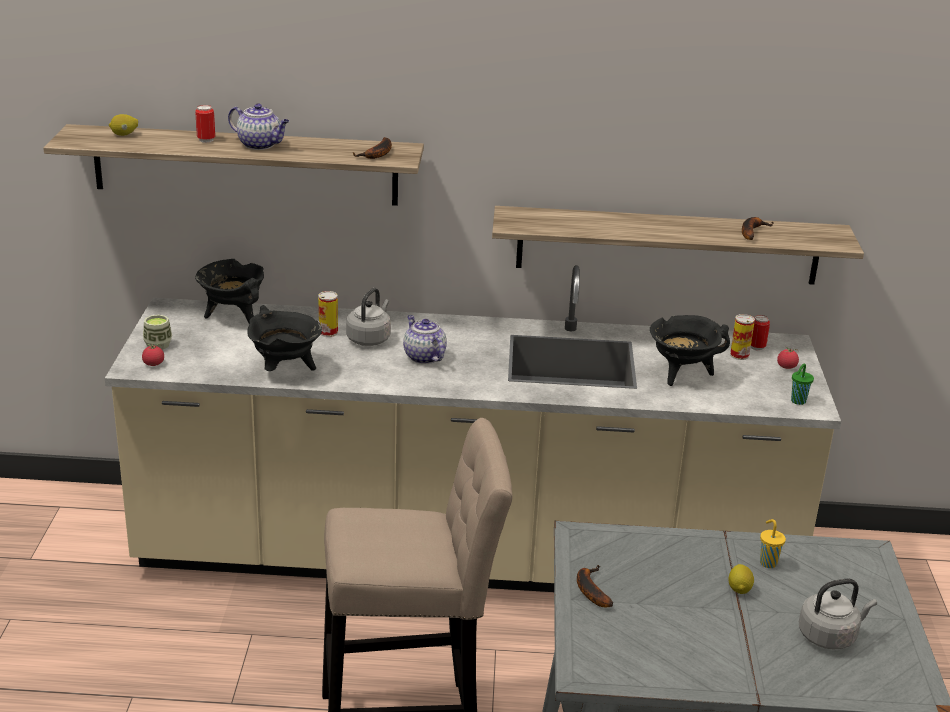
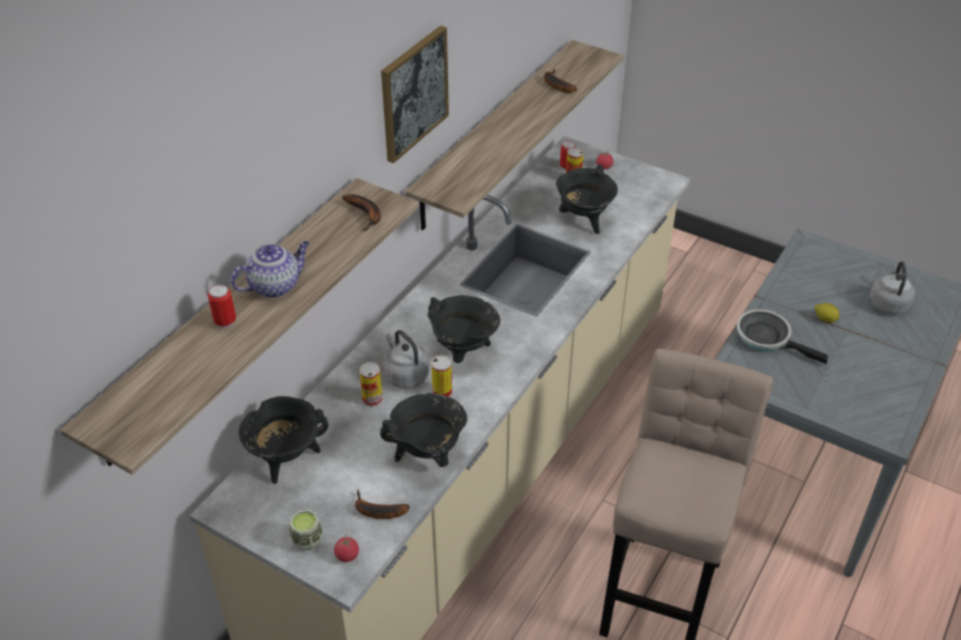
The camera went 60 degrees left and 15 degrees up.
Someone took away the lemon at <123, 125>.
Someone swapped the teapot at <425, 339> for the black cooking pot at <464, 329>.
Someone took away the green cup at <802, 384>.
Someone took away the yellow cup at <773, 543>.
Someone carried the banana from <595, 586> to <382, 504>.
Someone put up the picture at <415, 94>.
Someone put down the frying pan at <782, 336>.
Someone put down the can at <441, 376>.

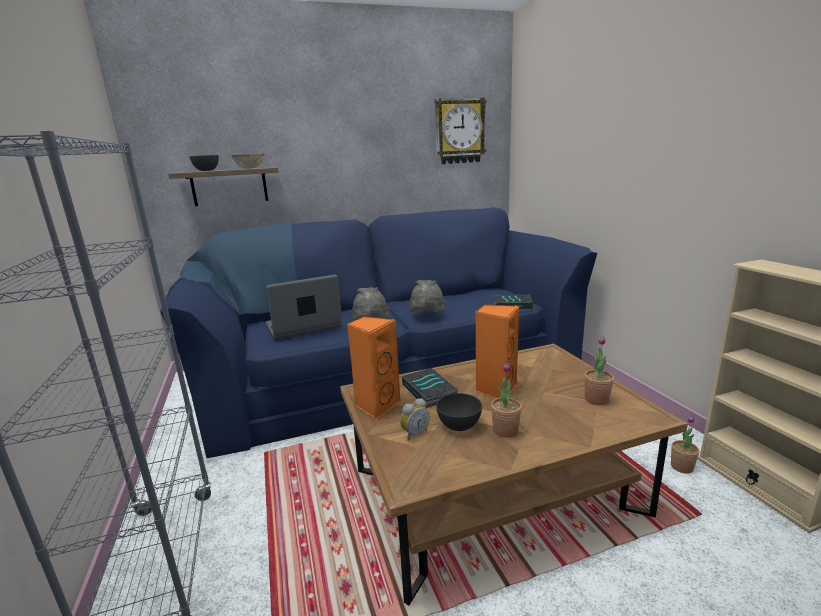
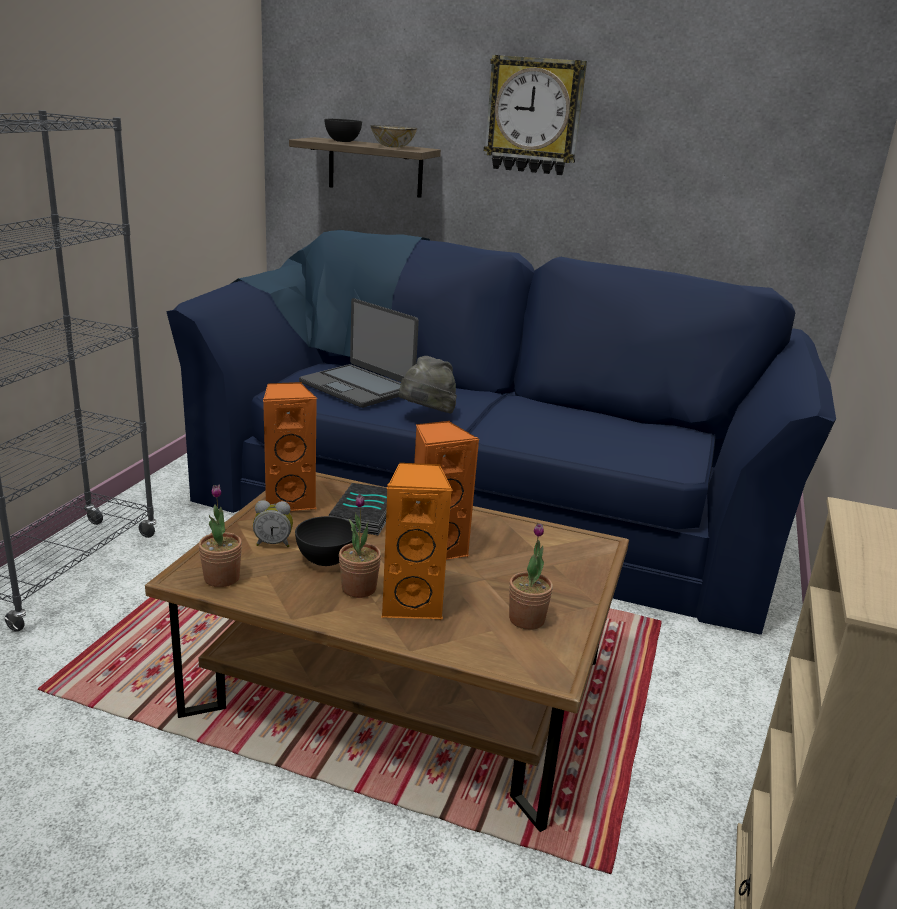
The camera went 35 degrees right and 5 degrees up.
Someone carried the wall clock from <461, 131> to <535, 115>.
Someone rotated the laptop at <304, 307> by 150 degrees counterclockwise.
Someone took away the grey hat at <428, 296>.
Someone took away the book at <512, 302>.
Someone carried the potted plant from <685, 444> to <220, 536>.
Someone put down the orange speaker at <417, 541>.

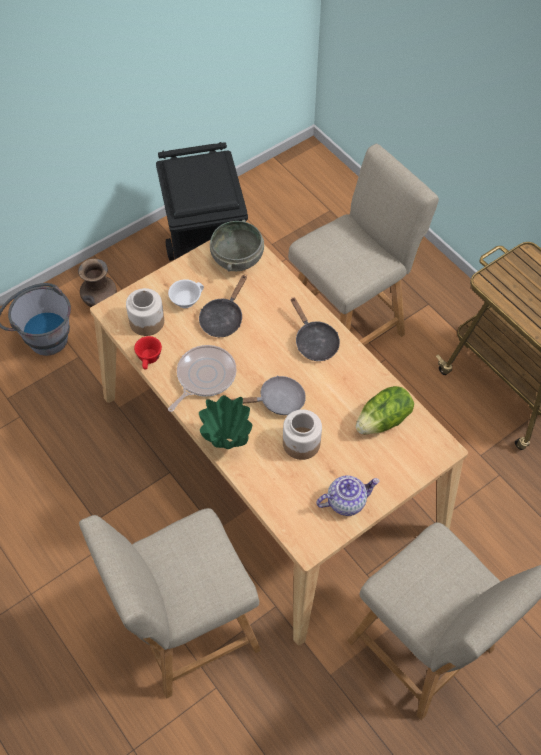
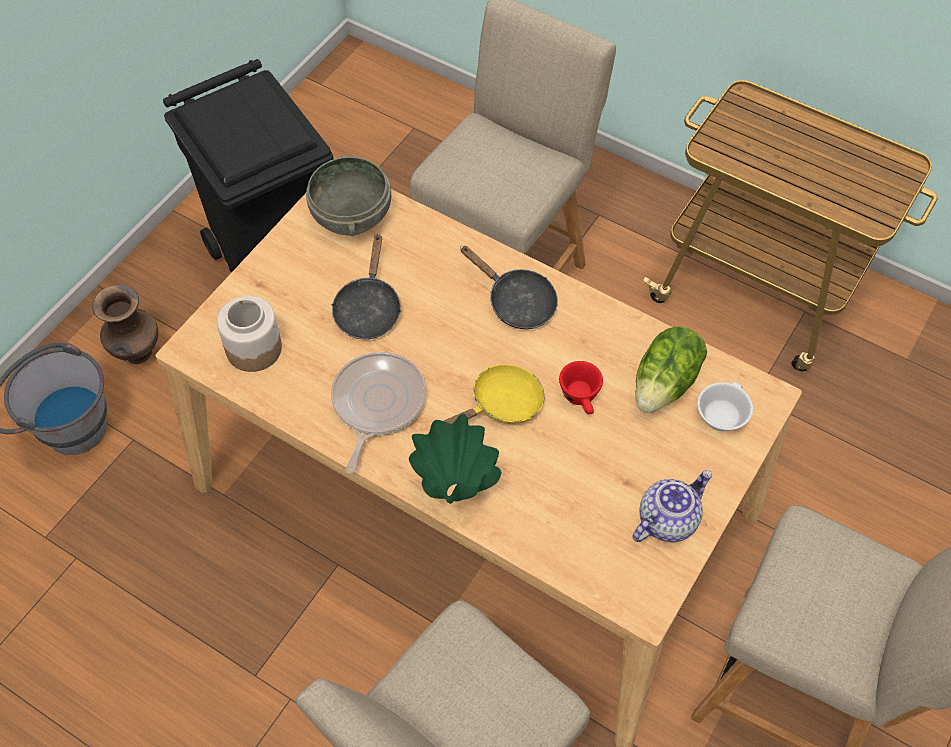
The camera went 20 degrees left and 0 degrees up.
Someone carried the white cup from <186, 293> to <725, 407>.
Someone carried the red cup from <148, 352> to <581, 387>.
Someone repainted the grey frying pan at <268, 395>, which became the yellow frying pan at <494, 394>.
Someone took away the jar at <302, 435>.

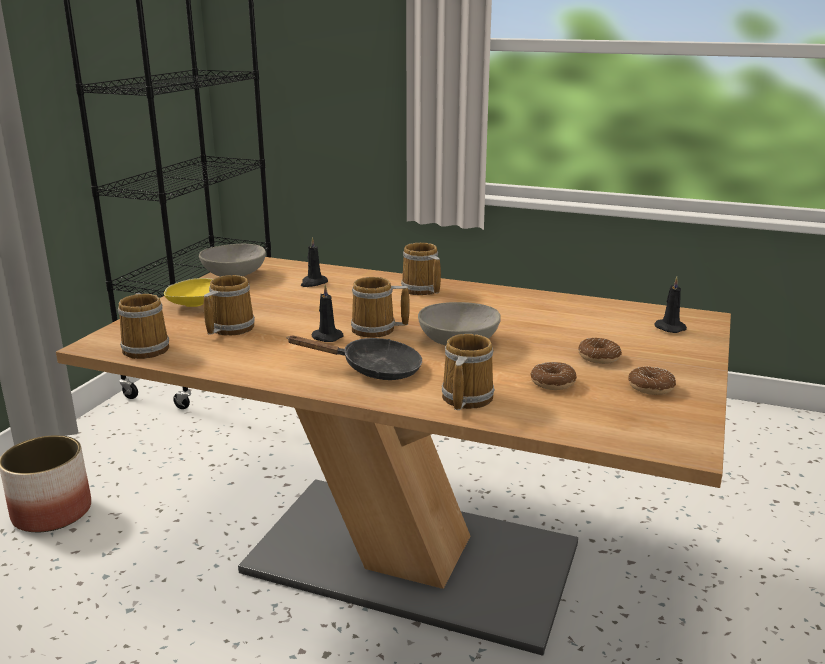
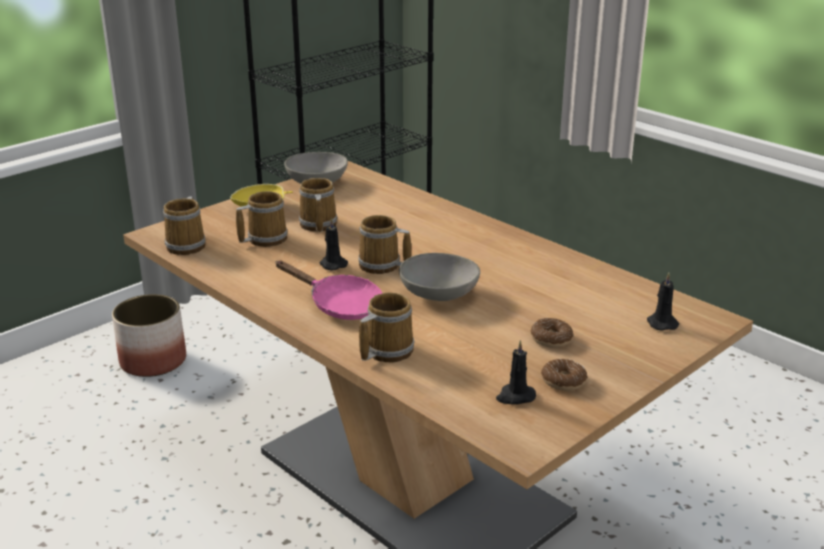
The camera went 25 degrees right and 5 degrees up.
Someone carried the black candle from <314, 262> to <516, 372>.
Someone carried the mug from <421, 269> to <318, 205>.
Someone repainted the black frying pan at <354, 357>, which became the pink frying pan at <328, 290>.
Someone took away the donut at <554, 376>.

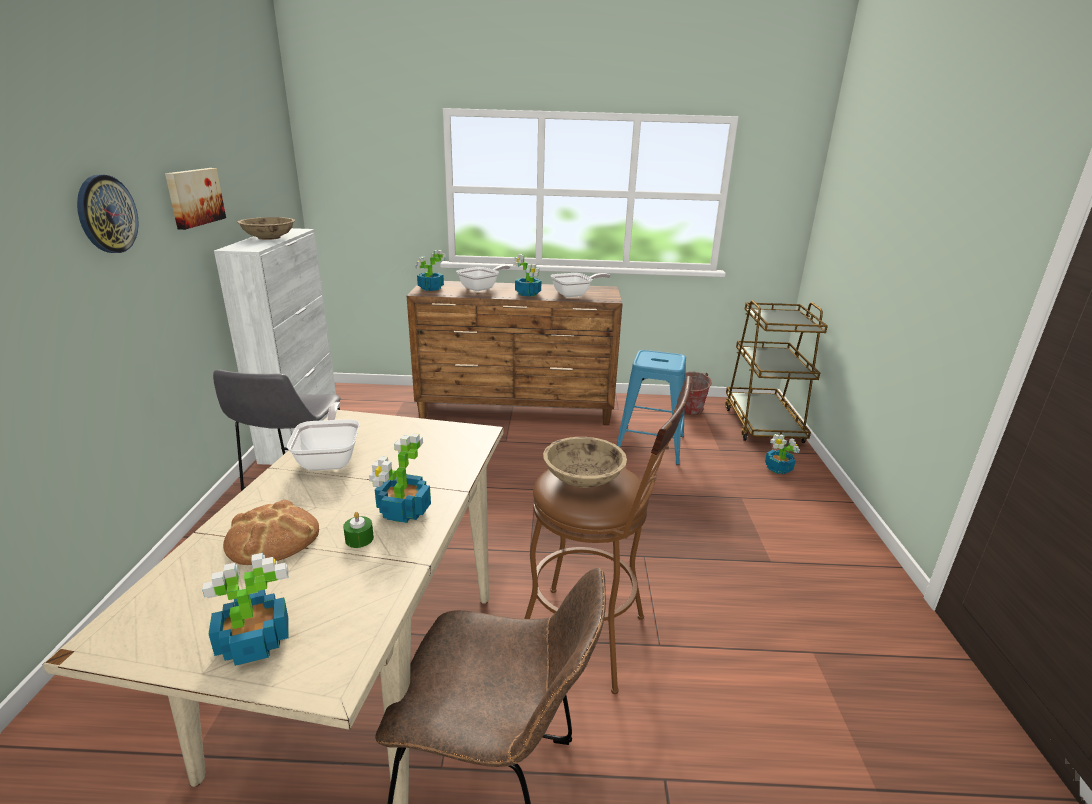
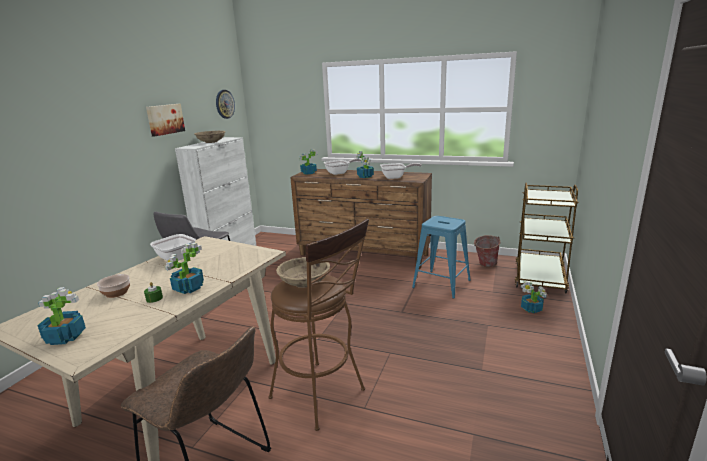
The camera went 20 degrees right and 5 degrees down.
Someone carried the wall clock from <108, 214> to <225, 104>.
Someone rotated the frying pan at <323, 436> by 120 degrees clockwise.
Someone swapped the bread at <271, 532> for the bowl at <113, 286>.

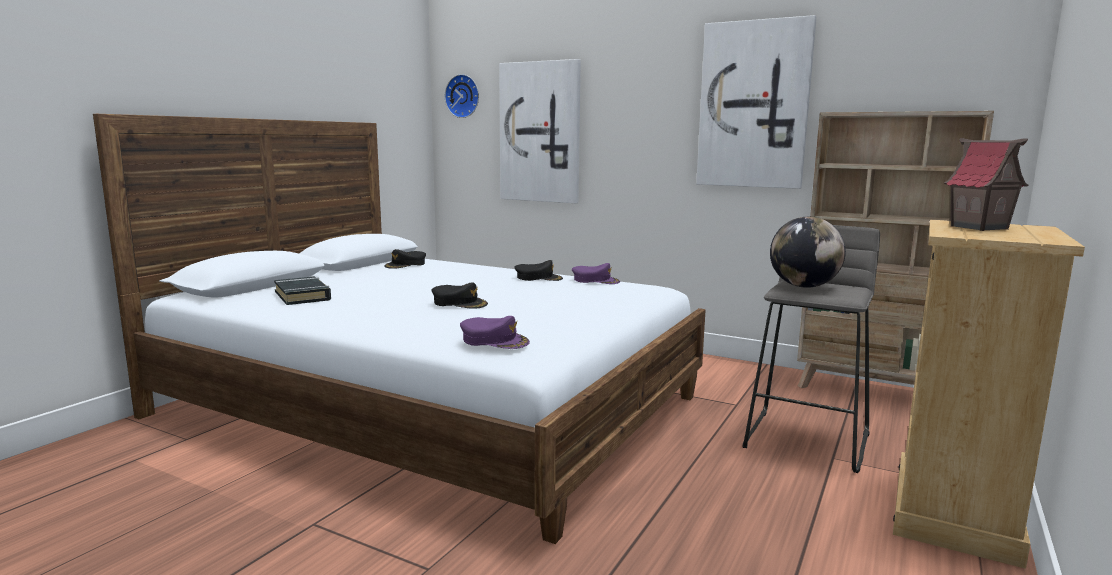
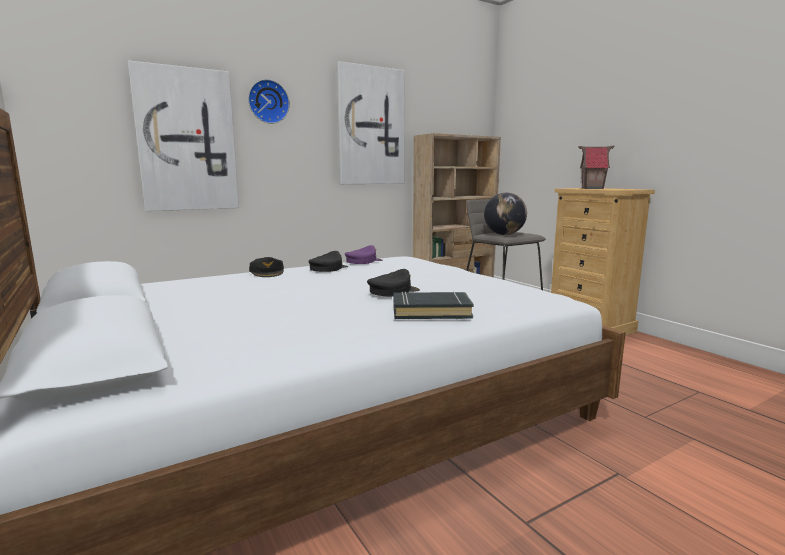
The camera went 60 degrees left and 0 degrees up.
Someone carried the wall clock from <462, 96> to <269, 101>.
Someone carried the black cap from <405, 259> to <266, 267>.
Someone carried the black book from <302, 291> to <433, 305>.
Someone took away the purple cap at <495, 332>.

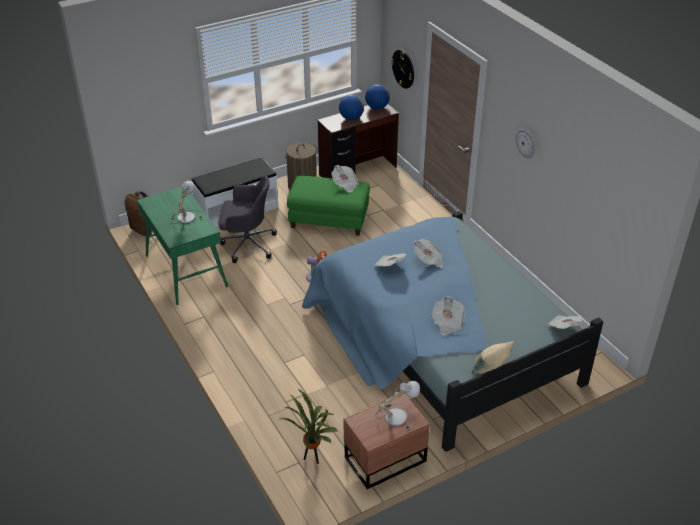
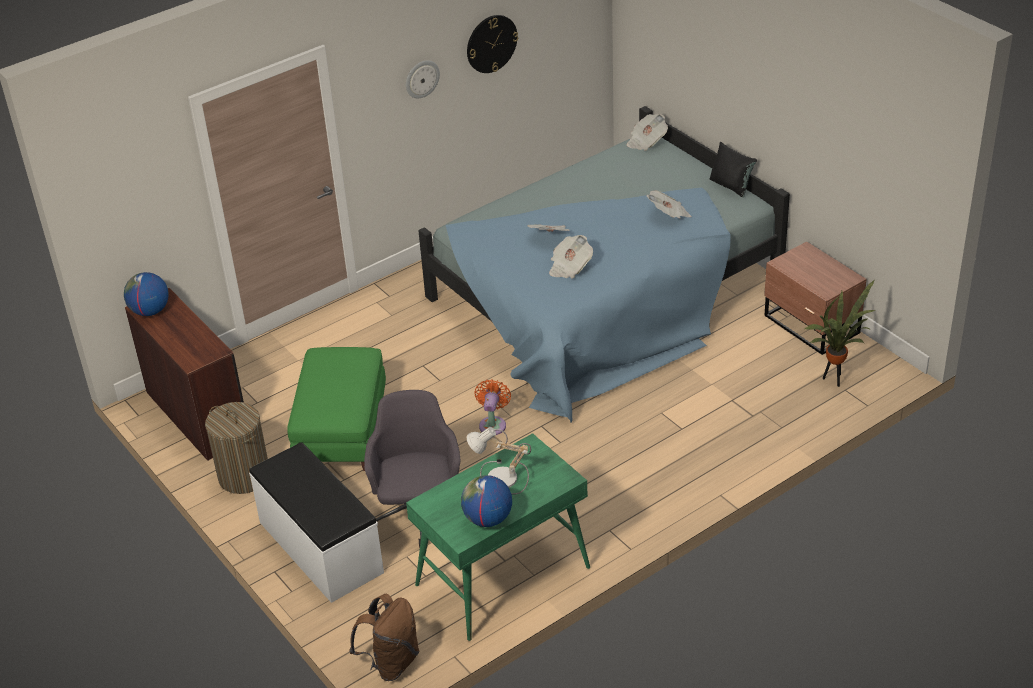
The camera went 95 degrees left and 0 degrees up.
Someone carried the wall clock from <402, 69> to <492, 44>.
Someone carried the globe from <351, 107> to <486, 501>.
Someone took away the newspaper at <345, 179>.
Someone repainted the beige pillow at <493, 357>, which became the black pillow at <733, 170>.
Someone took away the table lamp at <397, 405>.

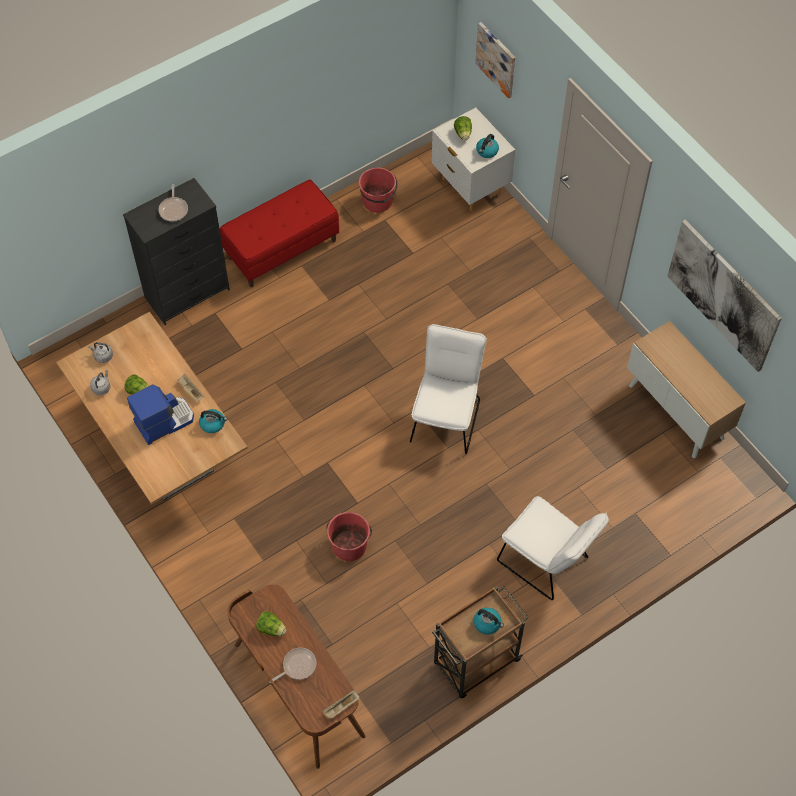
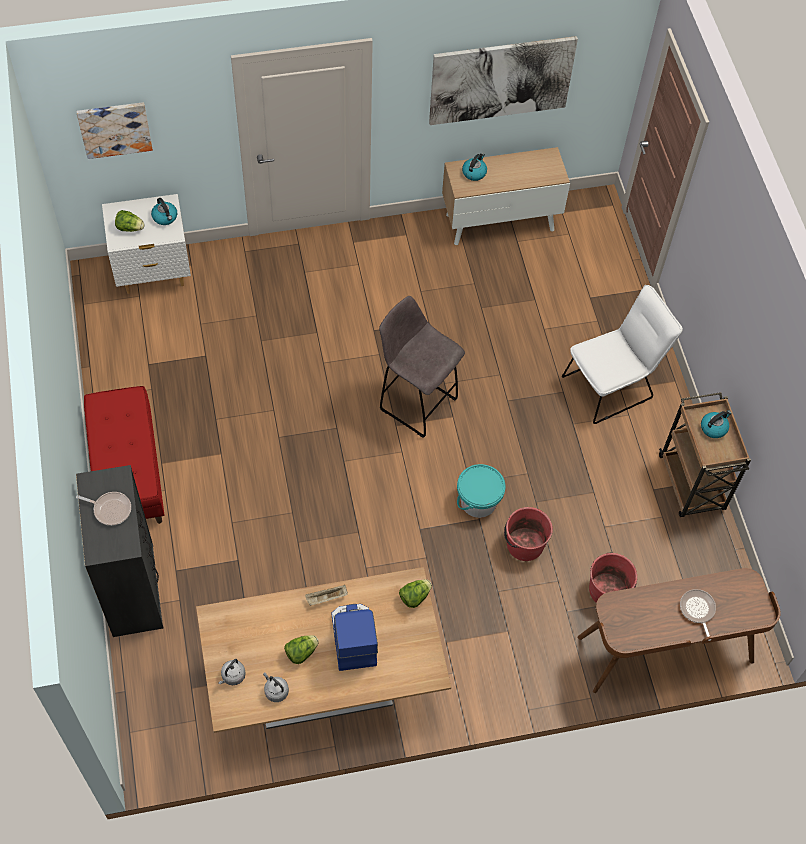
The camera went 70 degrees left and 0 degrees up.
Someone carried the red bucket from <378, 190> to <613, 578>.
Someone swapped the white chair at <448, 389> for the grey stool at <422, 367>.
Someone carried the kettle from <213, 421> to <474, 167>.
Someone carried the lettuce from <271, 623> to <415, 593>.
Someone took away the beige tray at <340, 704>.
Someone put down the turquoise bucket at <481, 491>.

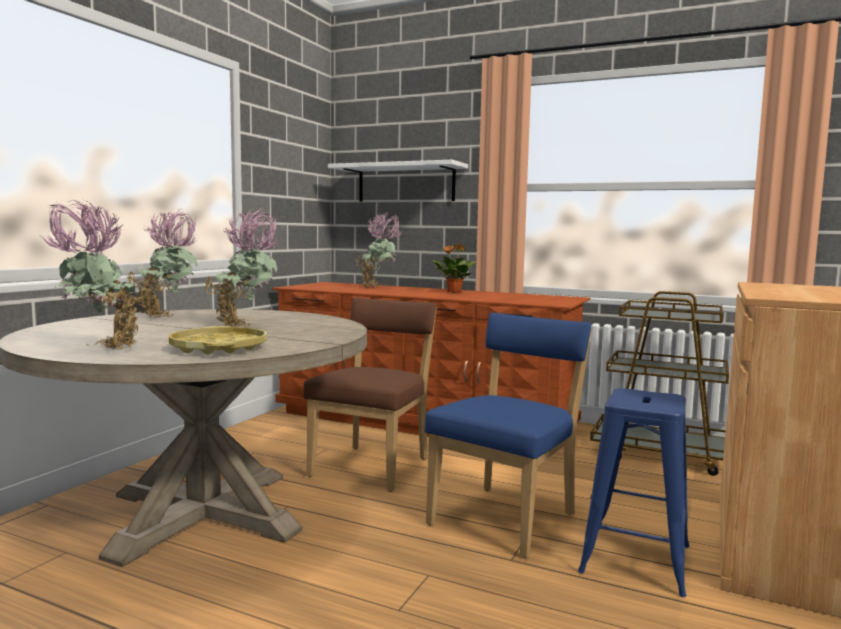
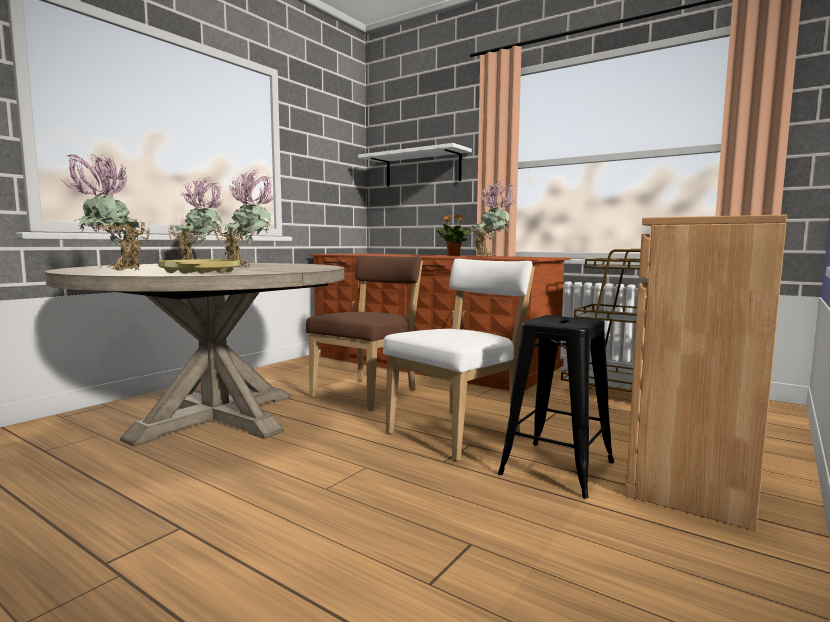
The camera went 10 degrees right and 0 degrees up.
Someone carried the potted plant from <379, 249> to <493, 218>.
Someone repainted the blue chair at <508, 435>, which became the white chair at <459, 360>.
Someone repainted the blue stool at <633, 492>, which became the black stool at <556, 407>.

